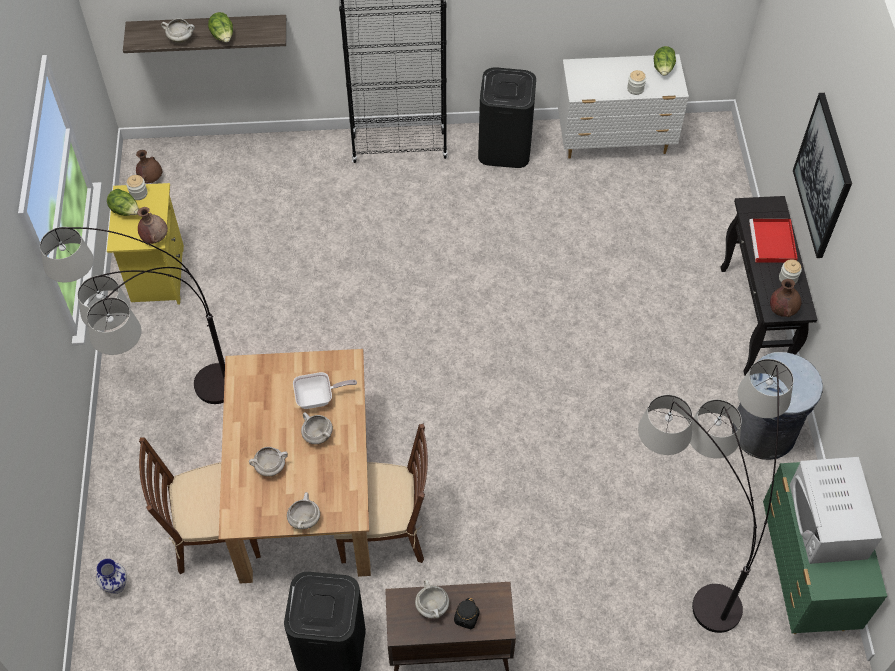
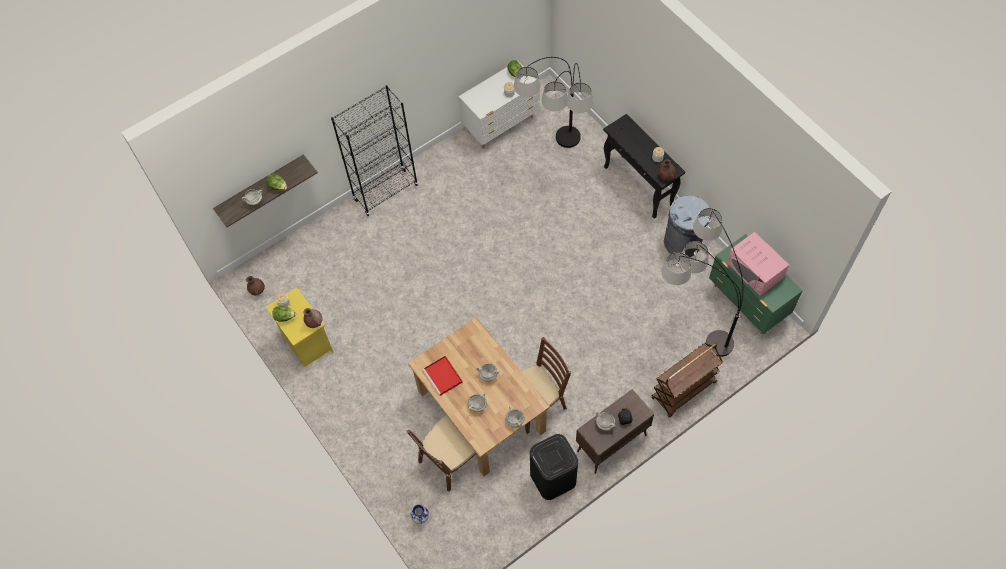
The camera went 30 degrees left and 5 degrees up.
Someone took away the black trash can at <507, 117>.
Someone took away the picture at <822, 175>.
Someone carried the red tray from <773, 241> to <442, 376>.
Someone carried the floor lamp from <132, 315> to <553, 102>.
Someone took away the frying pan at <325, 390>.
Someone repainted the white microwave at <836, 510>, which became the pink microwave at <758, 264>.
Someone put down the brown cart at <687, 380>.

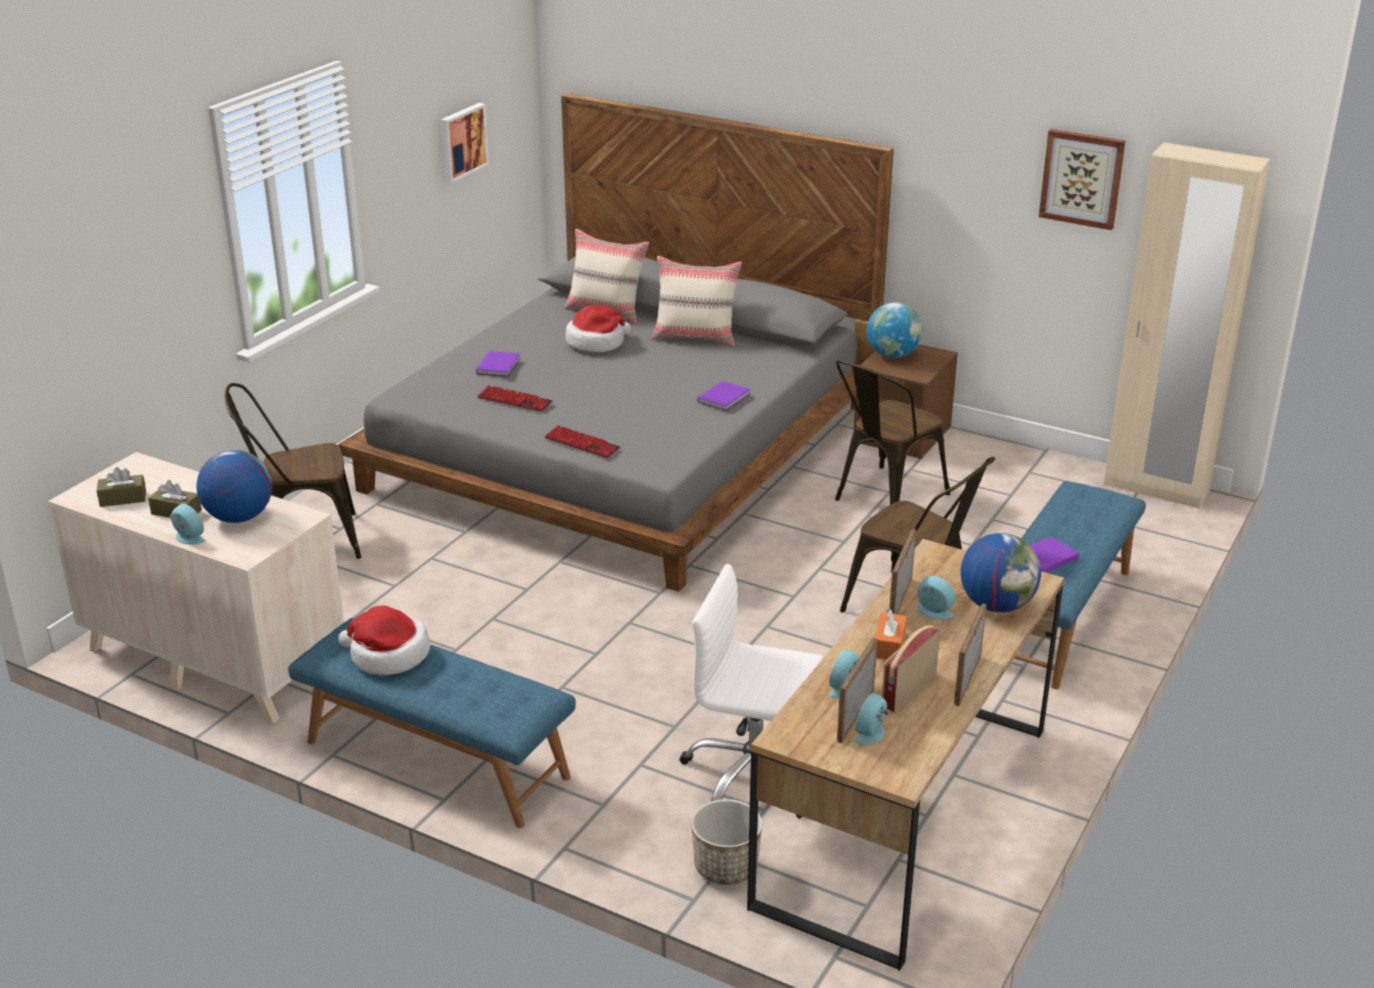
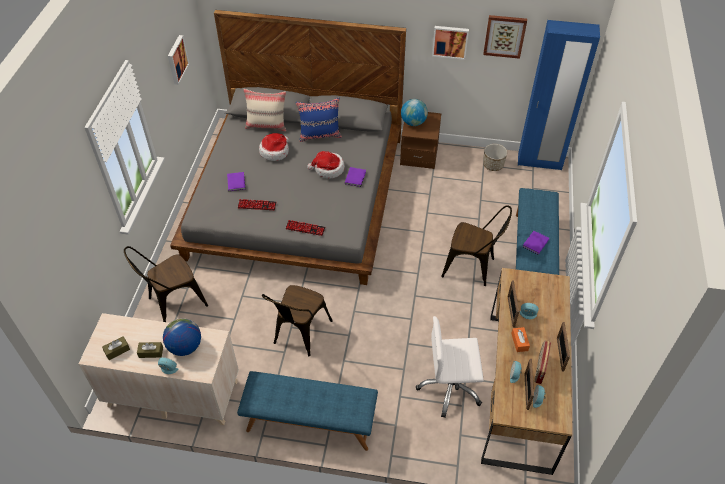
The camera went 20 degrees left and 20 degrees up.
Someone repainted the beige wardrobe at <1187, 325>, which became the blue wardrobe at <559, 95>.
Someone repainted the beige pillow at <697, 301>, which became the blue pillow at <319, 120>.
Someone carried the brown chair from <892, 432> to <297, 320>.
Someone took away the globe at <1000, 572>.
Someone carried the hat from <384, 640> to <326, 165>.
Someone carried the planter from <726, 842> to <495, 157>.
Someone put up the picture at <450, 43>.

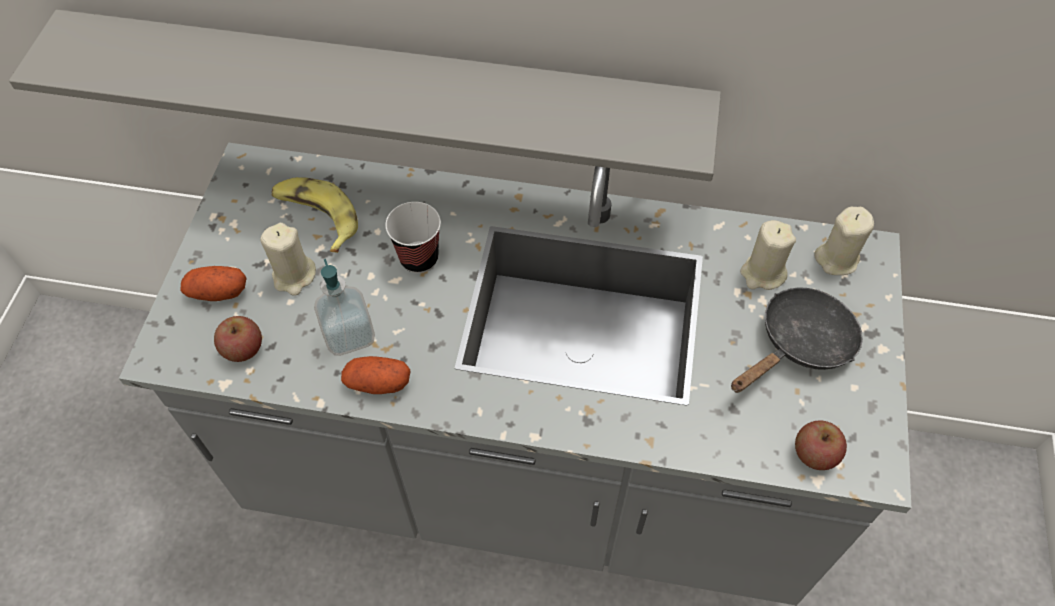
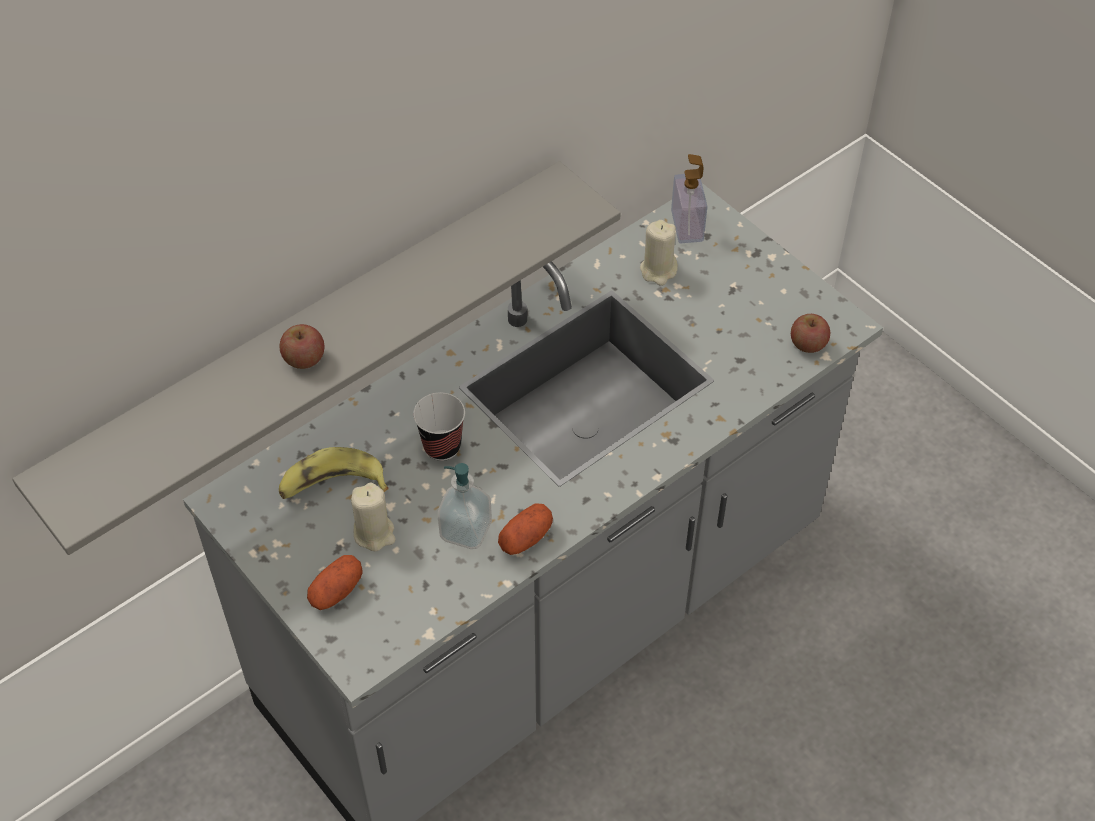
The camera went 50 degrees left and 5 degrees down.
Someone swapped the beige candle at <844, 240> for the soap dispenser at <689, 198>.
Someone took away the black frying pan at <797, 340>.
Someone carried the apple from <238, 339> to <302, 346>.

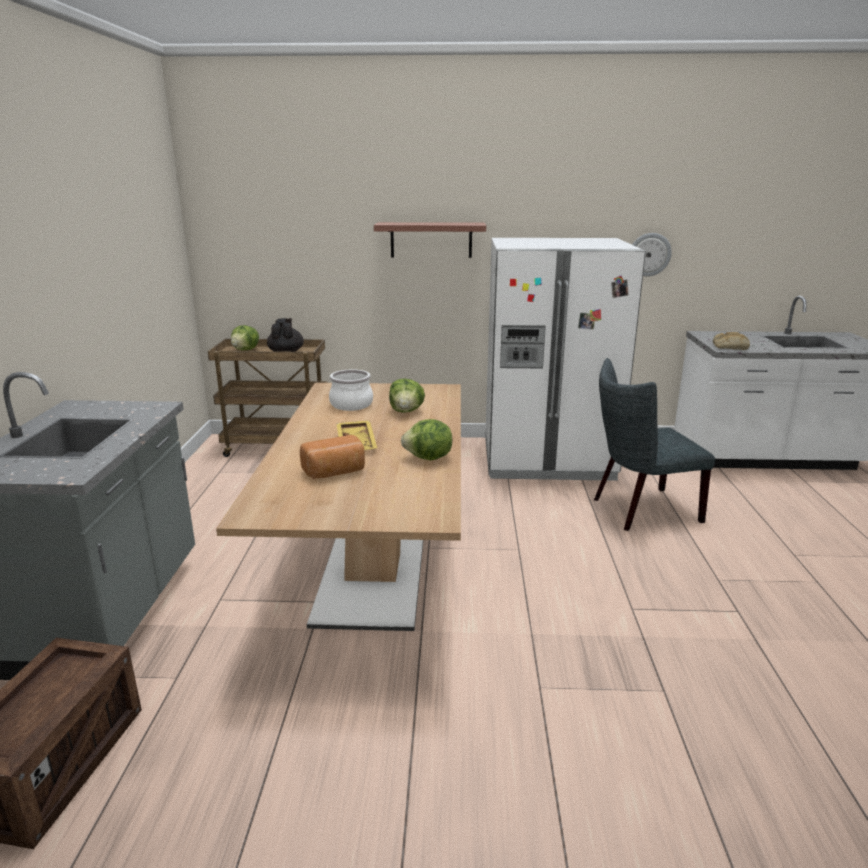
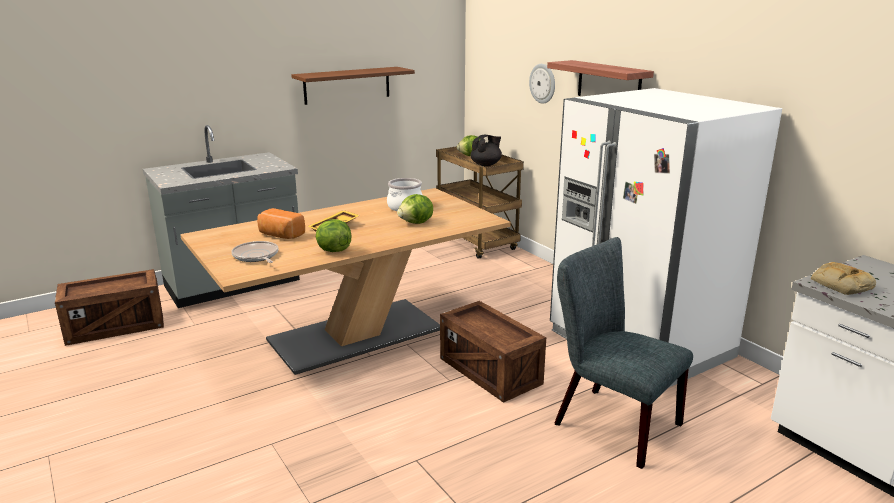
The camera went 55 degrees right and 0 degrees up.
Someone carried the wall clock from <652, 254> to <542, 84>.
Someone put up the brown shelf at <353, 86>.
Someone put down the frying pan at <255, 252>.
Someone put down the crate at <493, 352>.

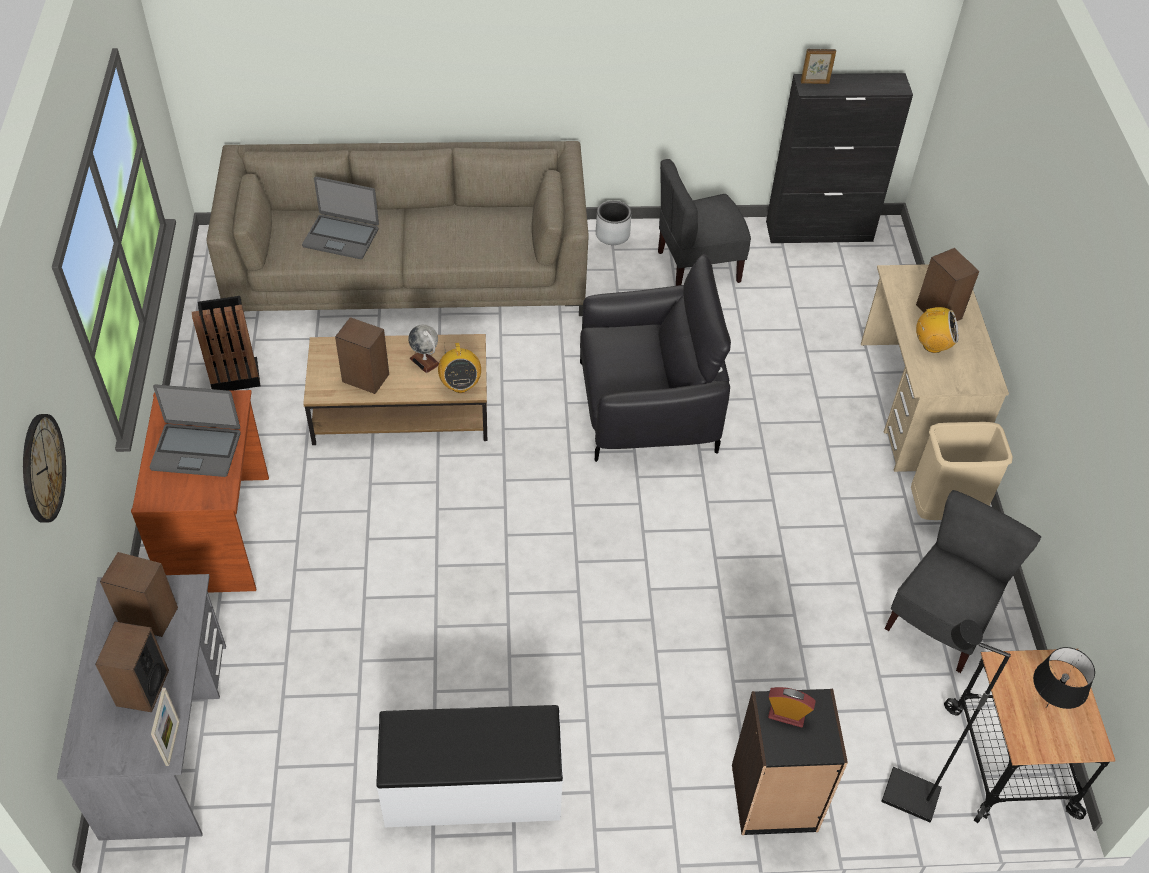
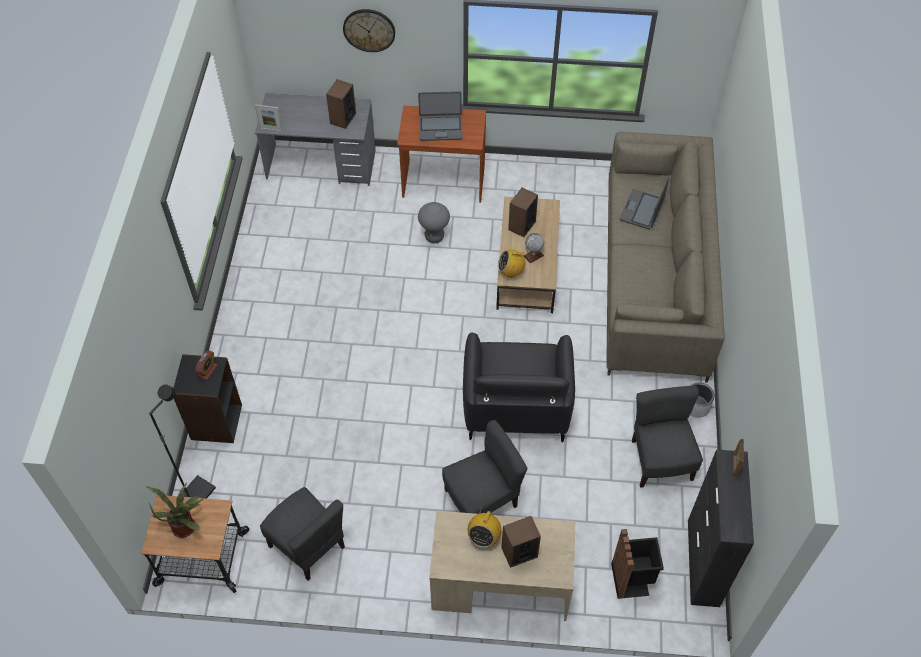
The camera went 100 degrees right and 5 degrees up.
Someone carried the black trash can from <226, 343> to <637, 564>.
Someone rotated the laptop at <195, 431> by 105 degrees counterclockwise.
Someone took away the beige trash can at <962, 471>.
Someone took away the speaker at <132, 667>.
Someone swapped the black table lamp at <1064, 678> for the potted plant at <176, 510>.
Someone took away the white bench at <469, 766>.
Someone put down the grey stool at <434, 222>.
Someone put down the grey chair at <484, 467>.

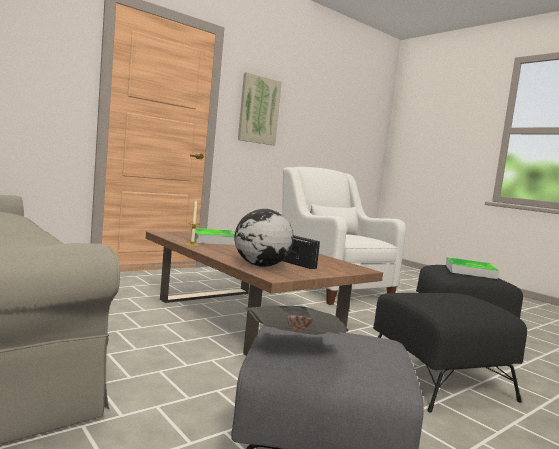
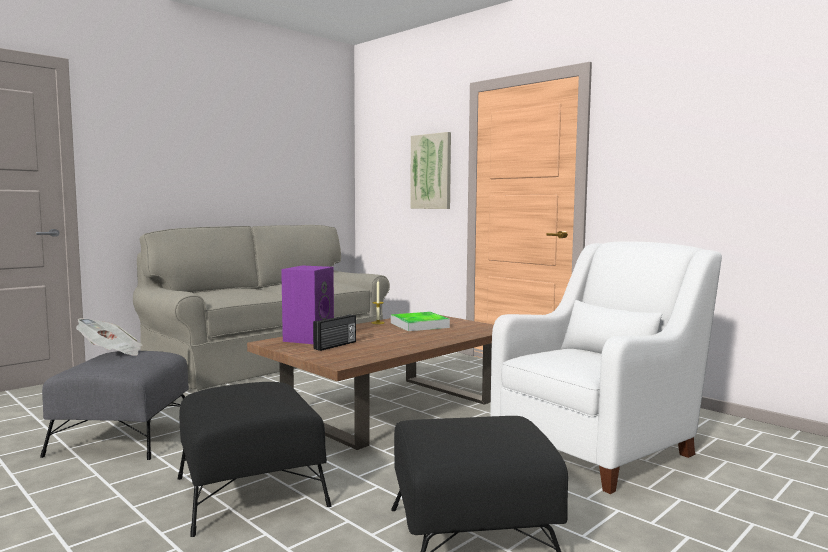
The camera went 85 degrees right and 0 degrees up.
Someone carried the picture from <260, 108> to <430, 170>.
Someone swapped the globe at <264, 238> for the purple speaker at <307, 305>.
Someone took away the tray at <472, 268>.

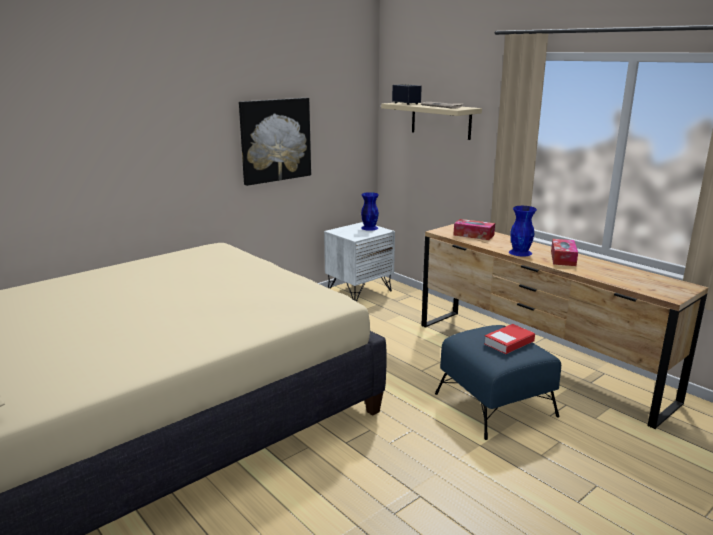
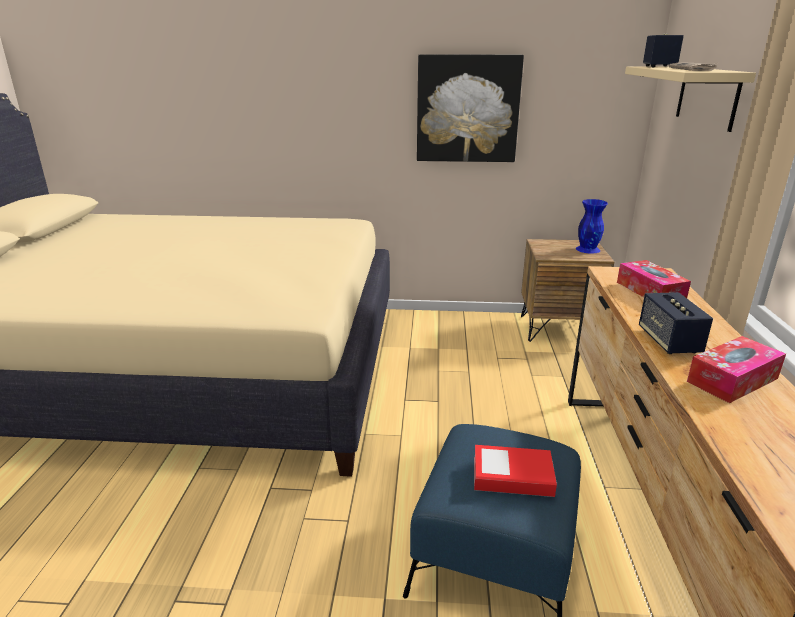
The camera went 45 degrees right and 5 degrees up.
Someone swapped the blue vase at <523, 231> for the speaker at <676, 323>.
Someone repainted the white nightstand at <359, 262>, which became the brown nightstand at <567, 290>.

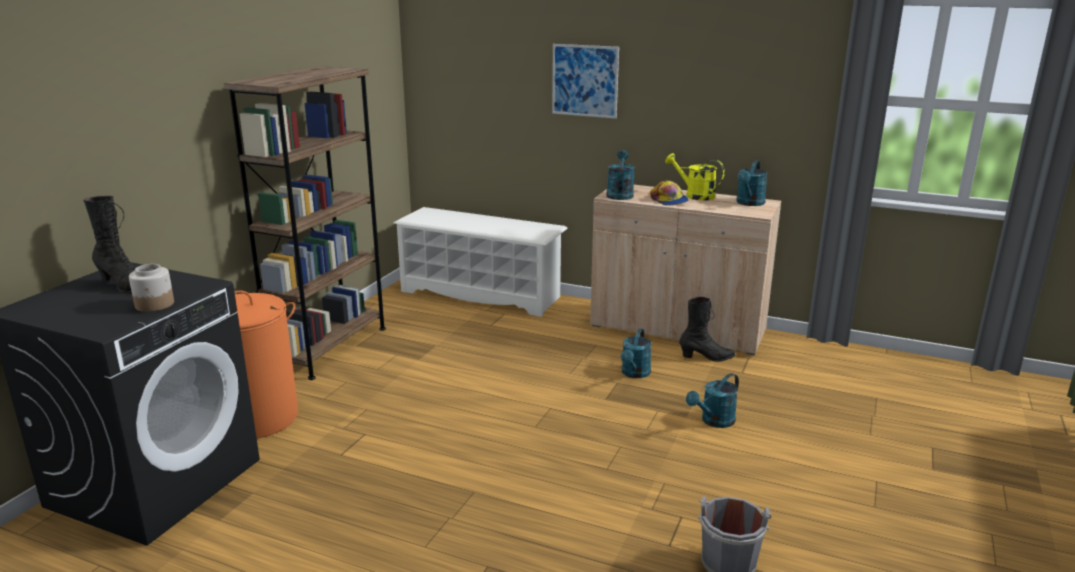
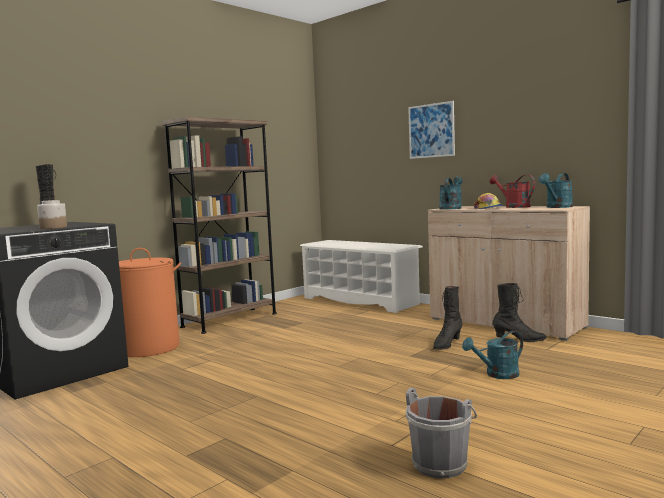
The camera went 20 degrees right and 15 degrees down.
Someone repainted the yellow watering can at <695, 177>, which became the red watering can at <512, 191>.
Someone swapped the turquoise watering can at <636, 353> for the black boot at <447, 318>.

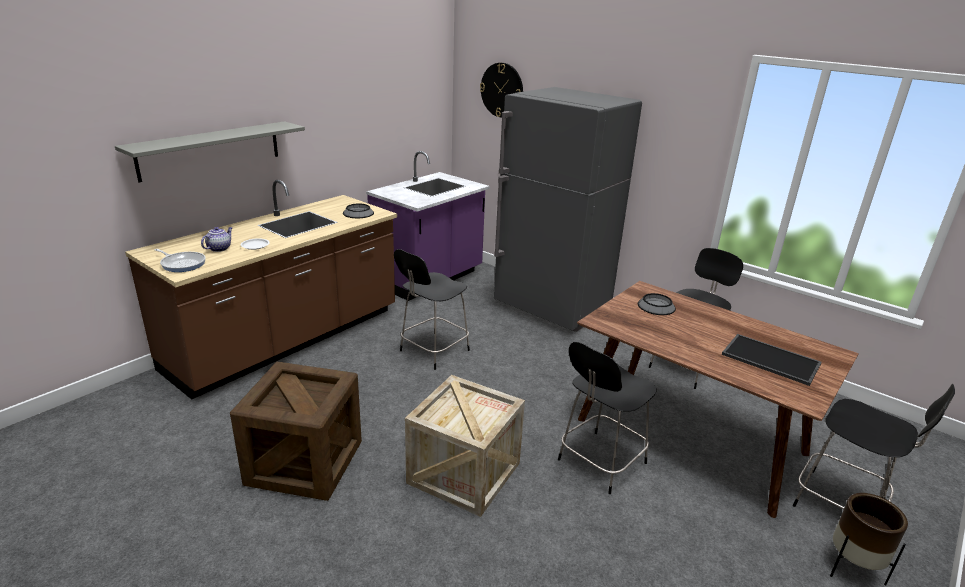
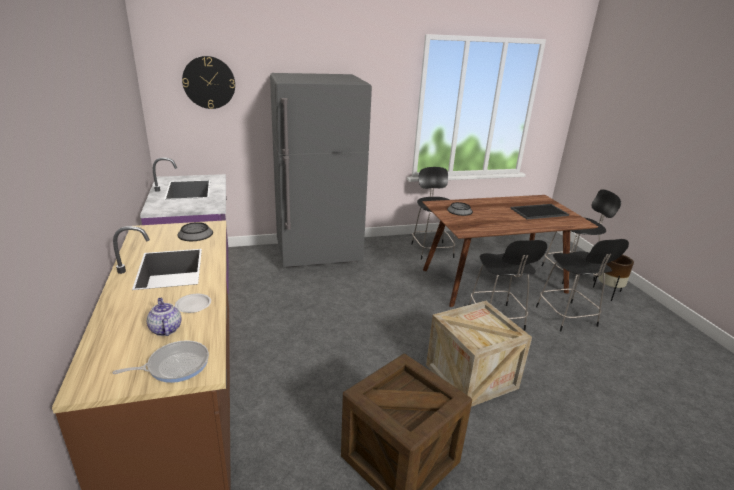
The camera went 55 degrees left and 0 degrees up.
Someone took away the grey shelf at <210, 151>.
Someone carried the black chair from <432, 309> to <582, 285>.

